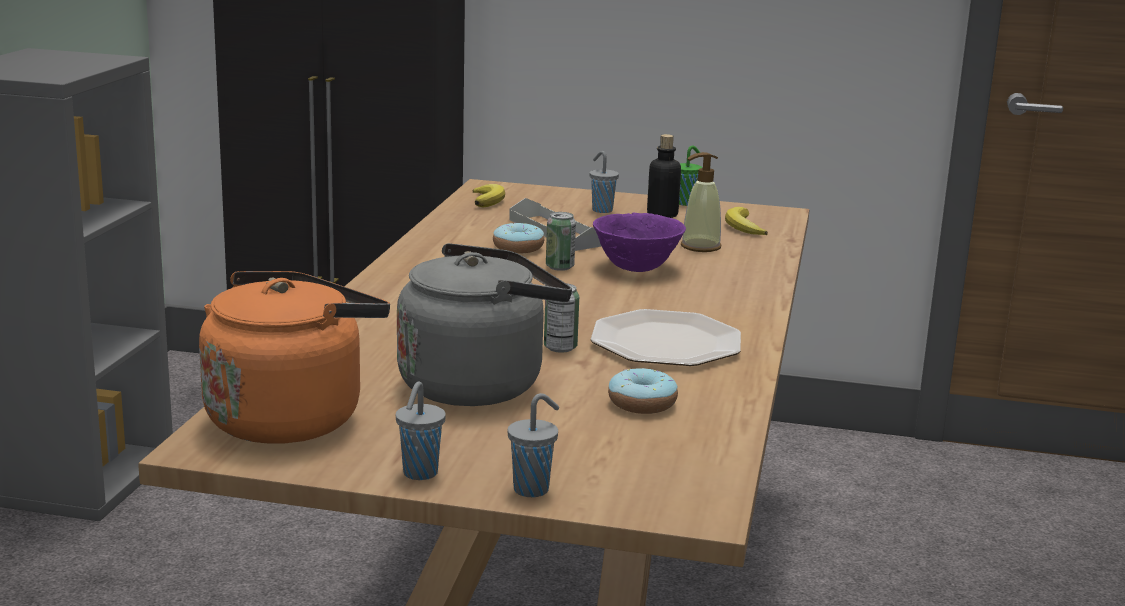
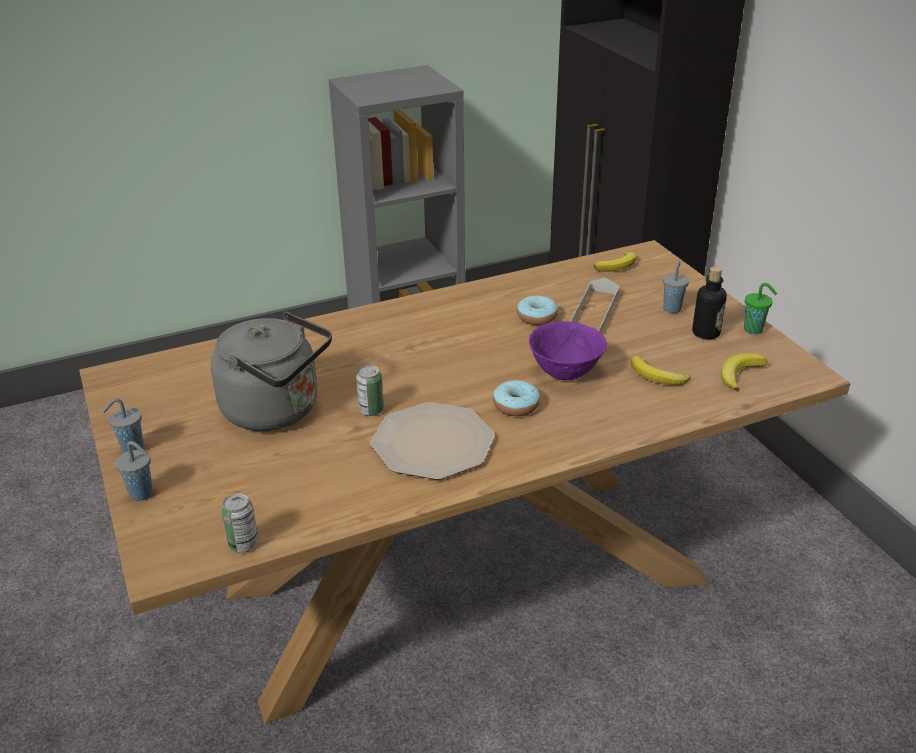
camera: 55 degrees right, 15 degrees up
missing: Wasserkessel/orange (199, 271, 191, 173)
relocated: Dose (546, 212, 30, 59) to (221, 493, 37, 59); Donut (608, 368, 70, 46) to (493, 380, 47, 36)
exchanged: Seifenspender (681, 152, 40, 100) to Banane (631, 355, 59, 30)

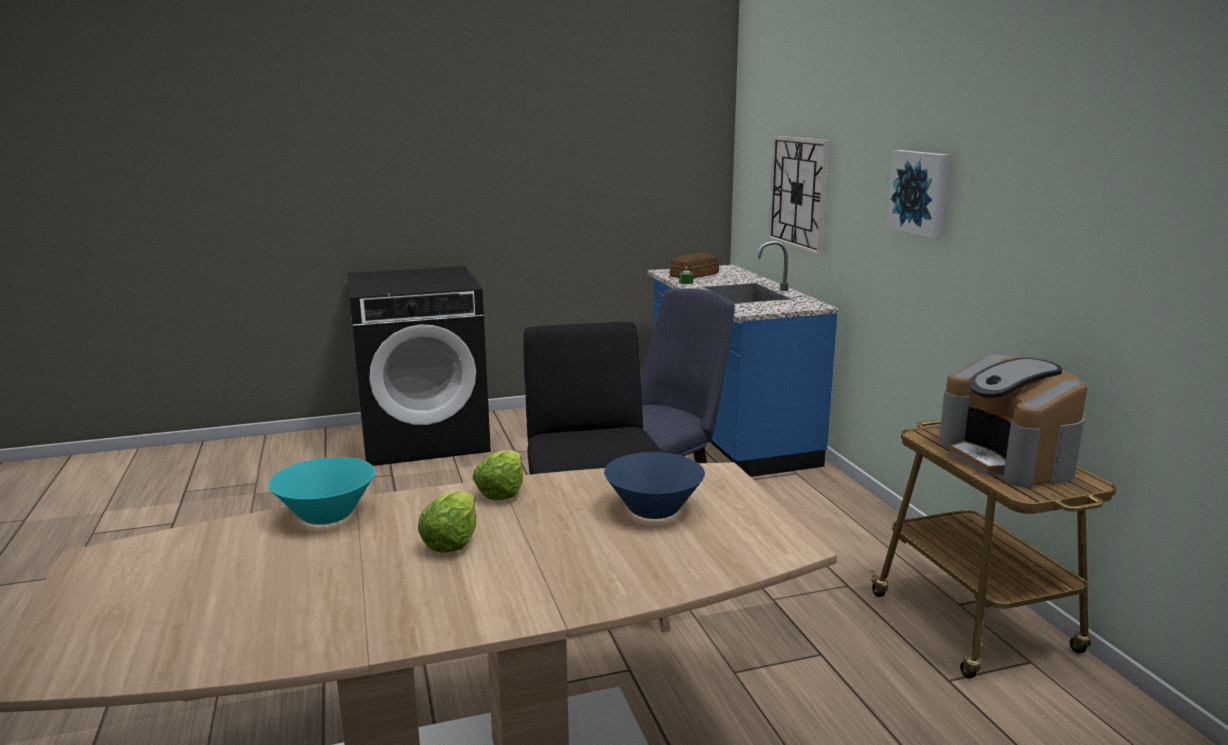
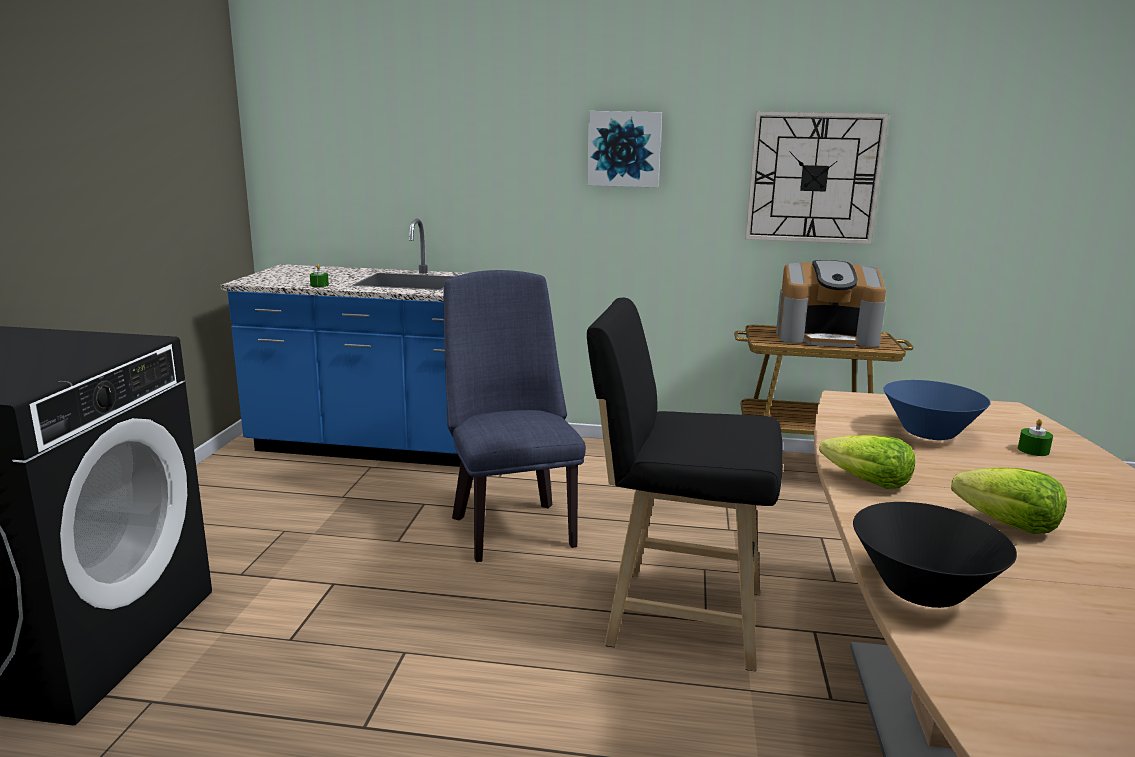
camera: 65 degrees left, 0 degrees up
missing: Brot (670, 252, 49, 27)
appeared: Kerze/grün (1018, 419, 35, 37)
relocated: Wanduhr (768, 136, 62, 120) to (745, 111, 144, 133)
colour: Schüssel/türkis (268, 457, 107, 68) to Schüssel/schwarz (853, 502, 164, 106)

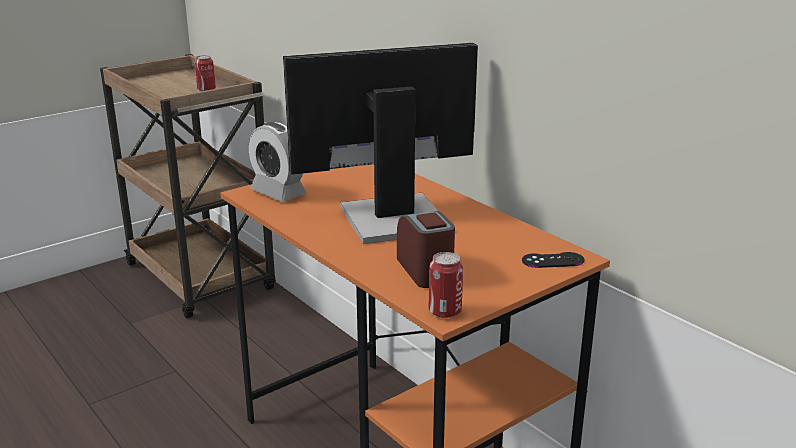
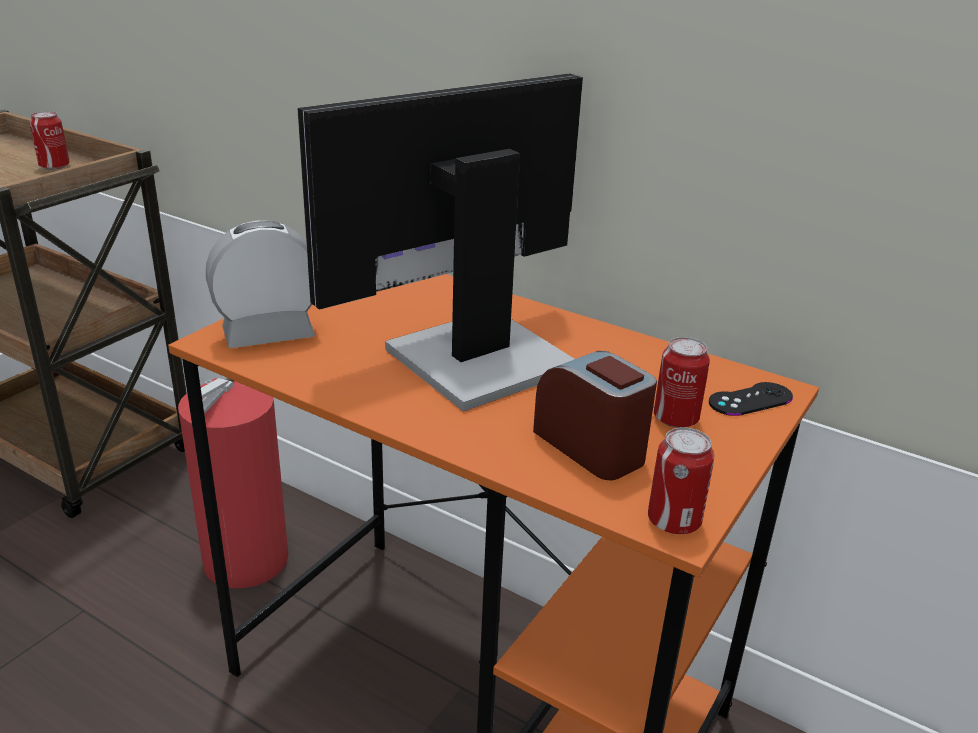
camera: 20 degrees left, 5 degrees up
appeared: Feuerlöscher (178, 378, 110, 210); Dose (654, 337, 56, 91)
spun: Wecker (249, 122, 58, 80) = (206, 221, 109, 127) 135 degrees clockwise

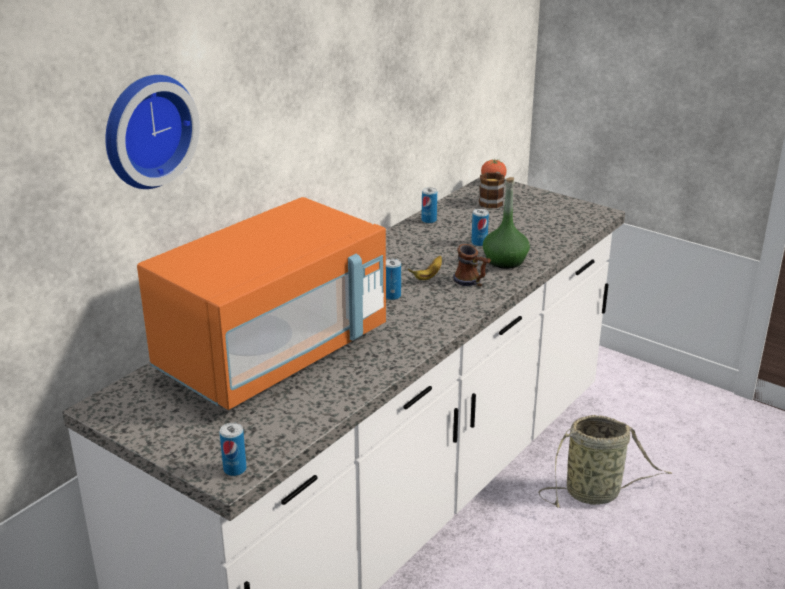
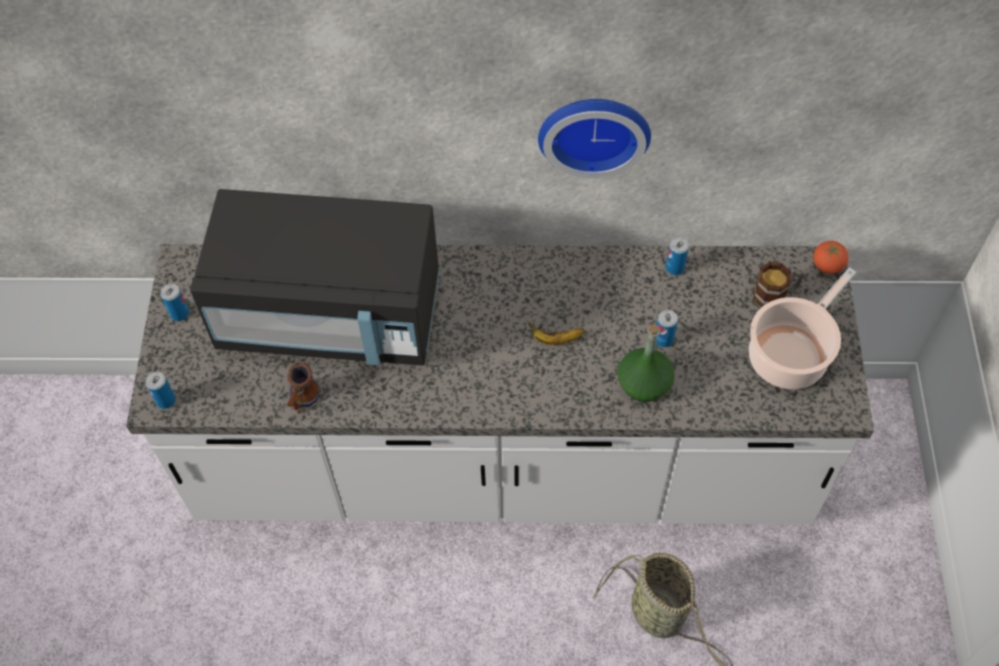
camera: 55 degrees right, 30 degrees up
appeared: Kochtopf (749, 267, 107, 122)
relocated: Dose (386, 259, 15, 41) to (160, 283, 29, 38); Henkelbecher (453, 244, 38, 42) to (287, 363, 34, 51); Wanduhr (105, 75, 95, 114) to (538, 99, 113, 79)
colour: Mikrowelle/orange (137, 197, 249, 213) to Mikrowelle/schwarz (190, 189, 250, 177)

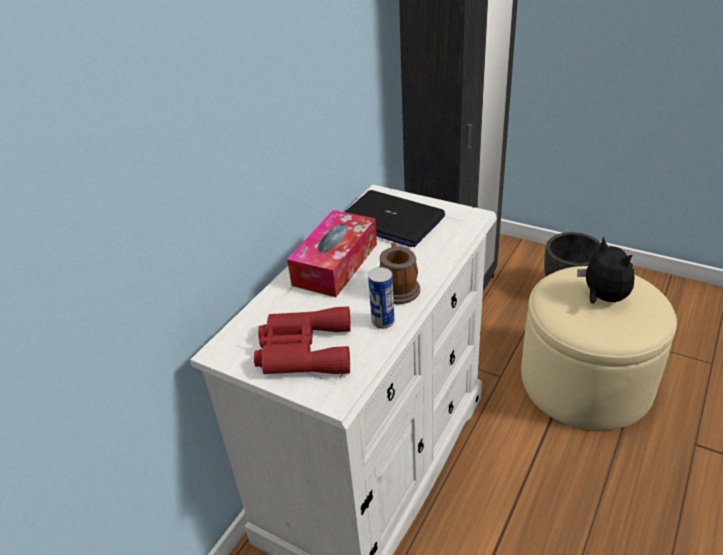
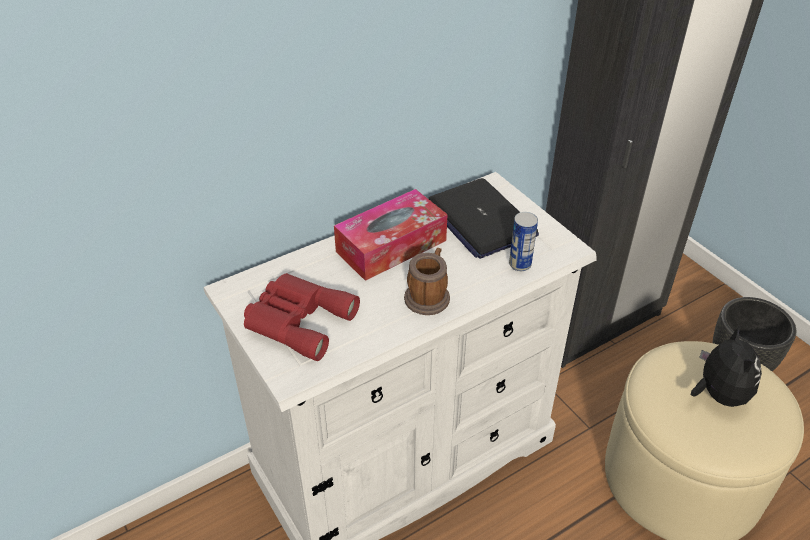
camera: 25 degrees right, 5 degrees up
relocated: Dose (368, 267, 26, 62) to (509, 212, 29, 59)

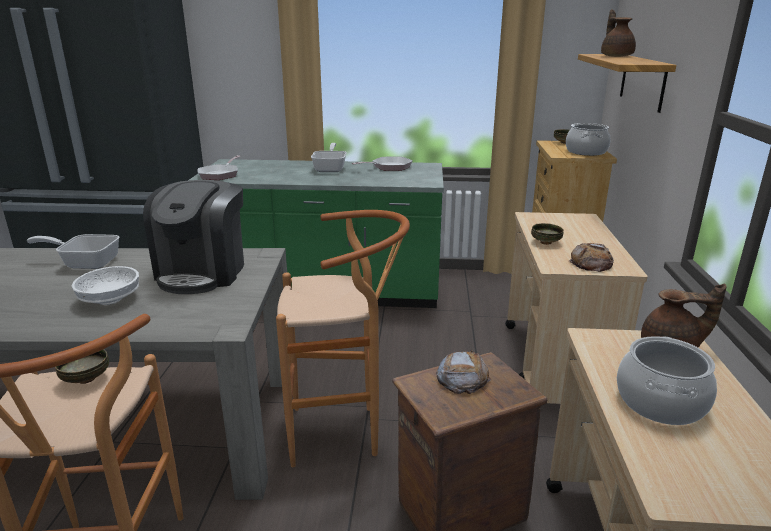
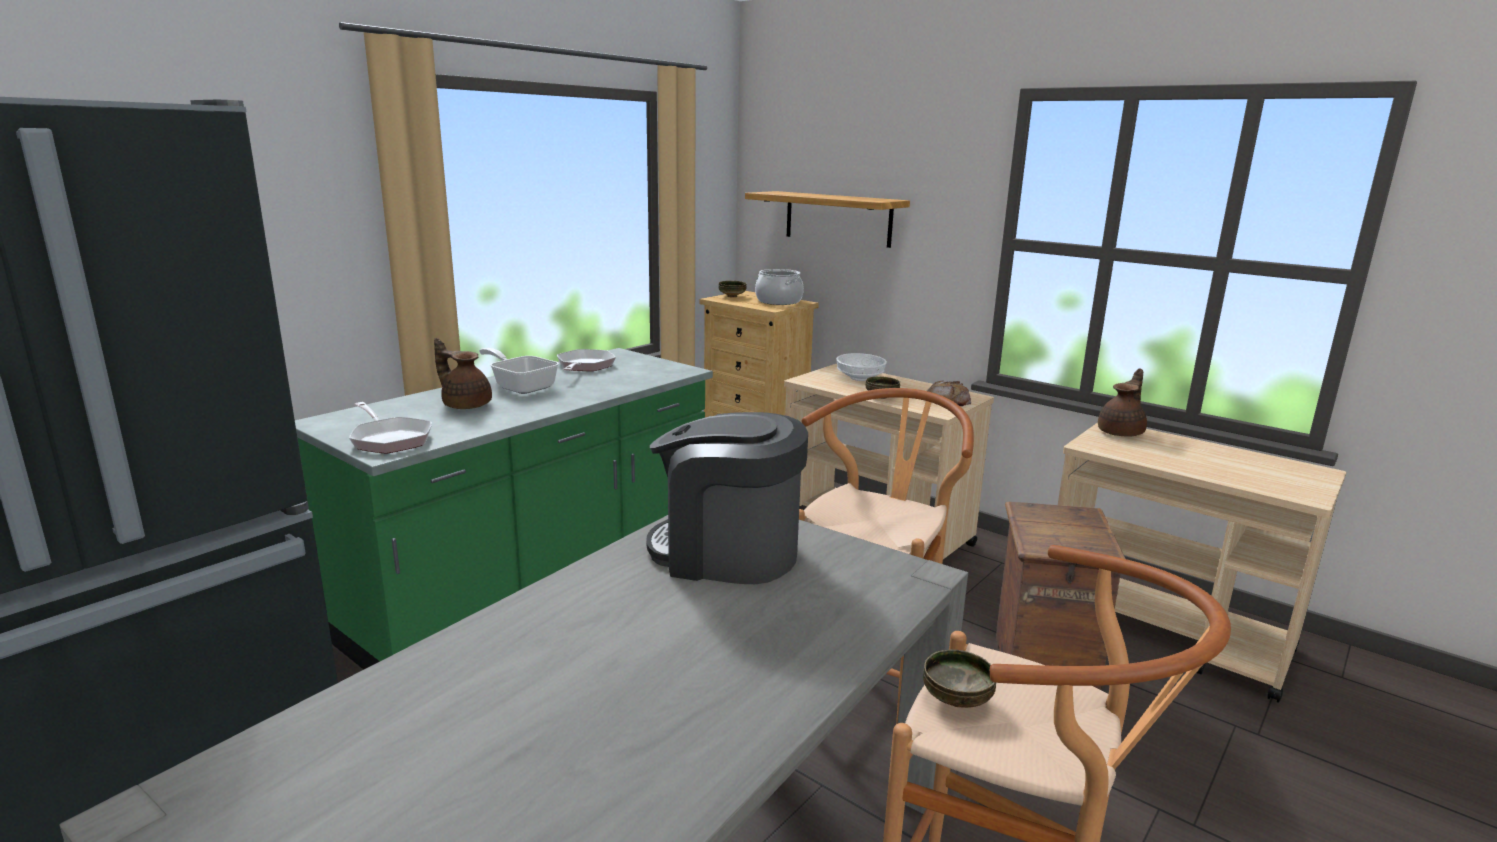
camera: 55 degrees left, 5 degrees down
missing: Pfanne (27, 234, 93, 35); Brot (436, 350, 55, 44); Kochtopf (617, 336, 100, 89)
relocated: Teekanne/braun (601, 9, 35, 48) to (434, 338, 58, 71); Schüssel/weiß (72, 266, 67, 39) to (836, 353, 51, 28)
spun: Kaffeemaschine (143, 180, 101, 114) = (646, 412, 162, 172) 150 degrees clockwise

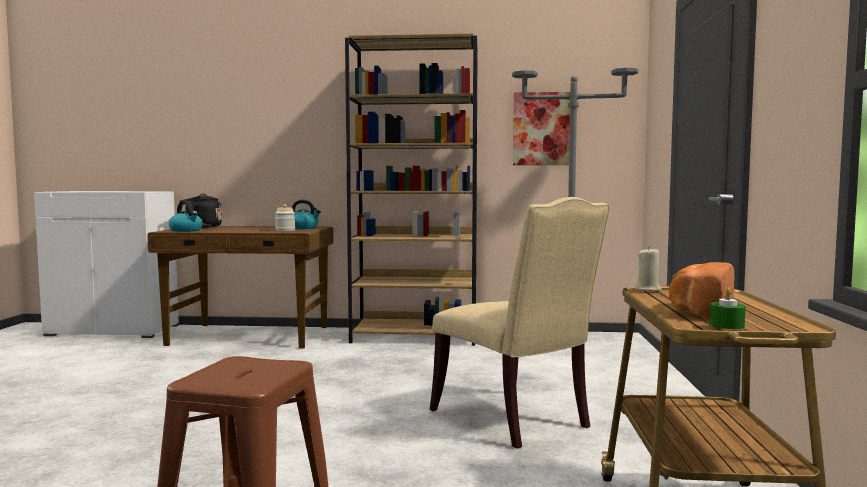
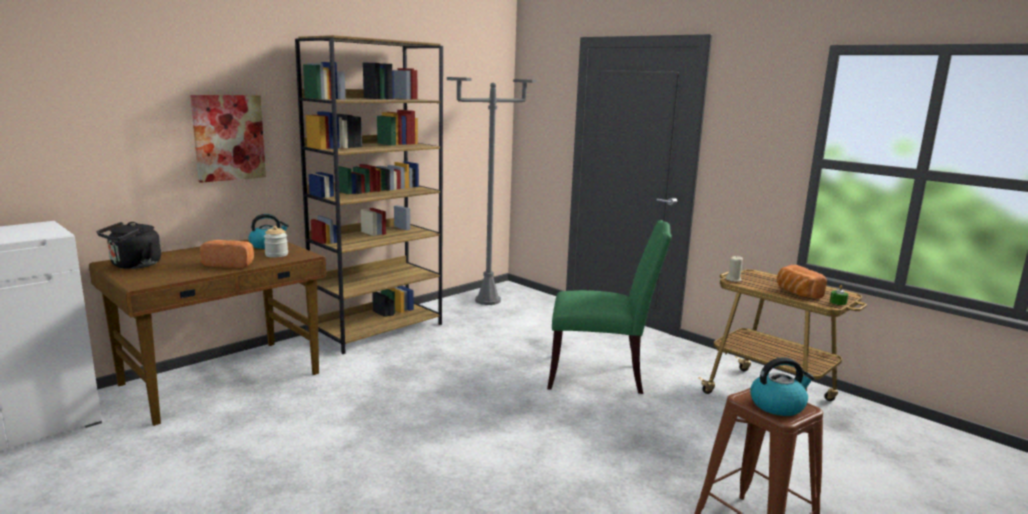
camera: 50 degrees left, 10 degrees up
appeared: Brot (200, 240, 54, 28)
relocated: Bild (513, 92, 57, 73) to (190, 95, 76, 88); Wasserkessel (169, 201, 34, 31) to (750, 357, 64, 59)
colour: Stuhl/beige (430, 197, 179, 252) to Stuhl/grün (547, 220, 125, 174)

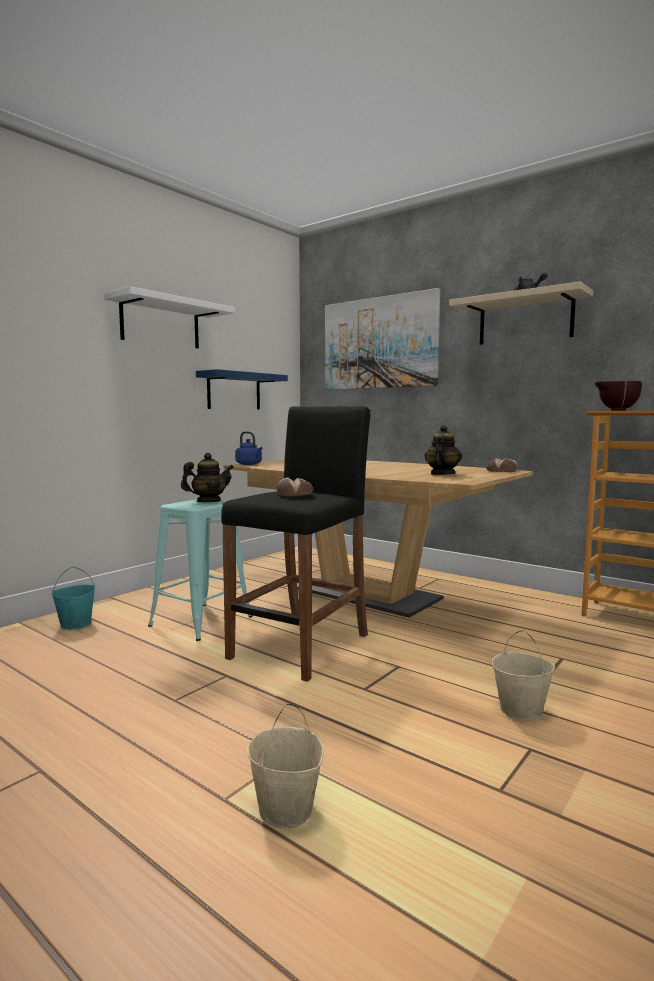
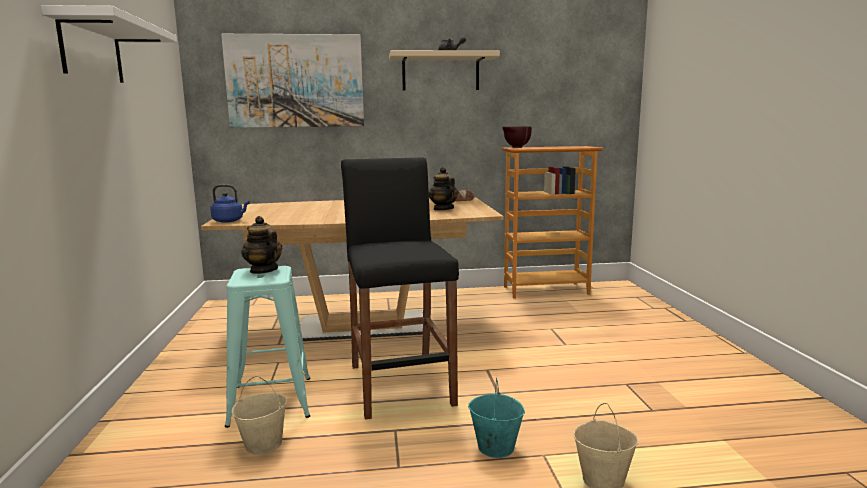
camera: 45 degrees left, 5 degrees up
missing: Wandregal/blau (196, 369, 92, 41); Brot (276, 477, 37, 19)
relocated: Eimer/beige (492, 630, 63, 91) to (232, 376, 55, 79); Eimer/türkis (52, 567, 44, 63) to (468, 377, 57, 81)
spun: Teekanne (181, 453, 53, 49) = (241, 216, 41, 58) 60 degrees counterclockwise

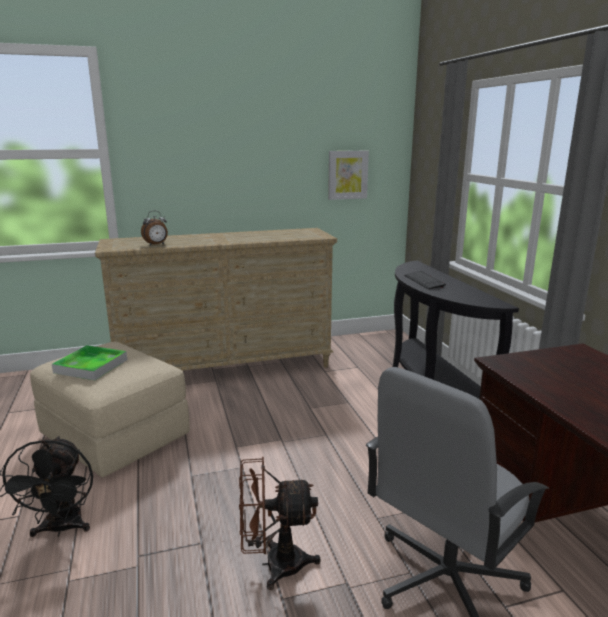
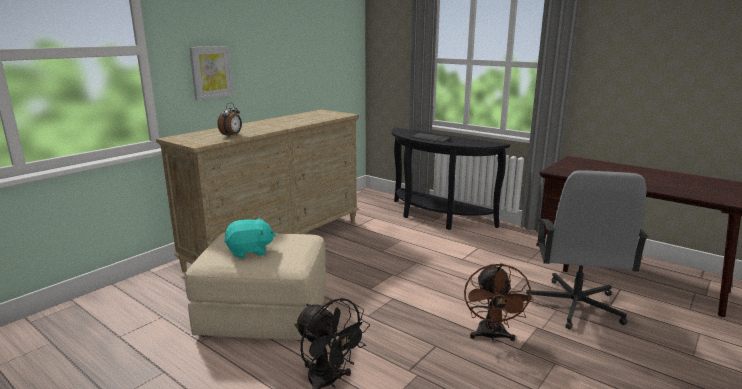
camera: 35 degrees left, 0 degrees up
relocated: Bild (328, 151, 41, 49) to (189, 46, 45, 54)
exchanged: Tablett (52, 345, 75, 35) to Plüschtier/türkis (224, 217, 52, 41)
spun: Ventilator/braun (239, 457, 82, 133) = (464, 263, 69, 79) 45 degrees counterclockwise

